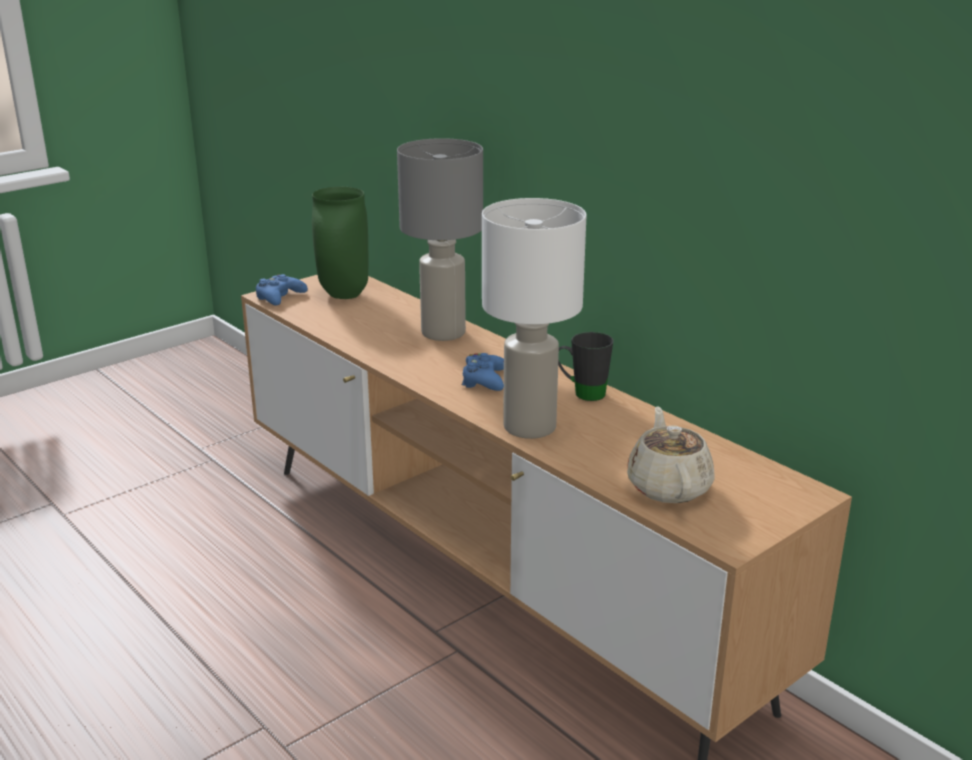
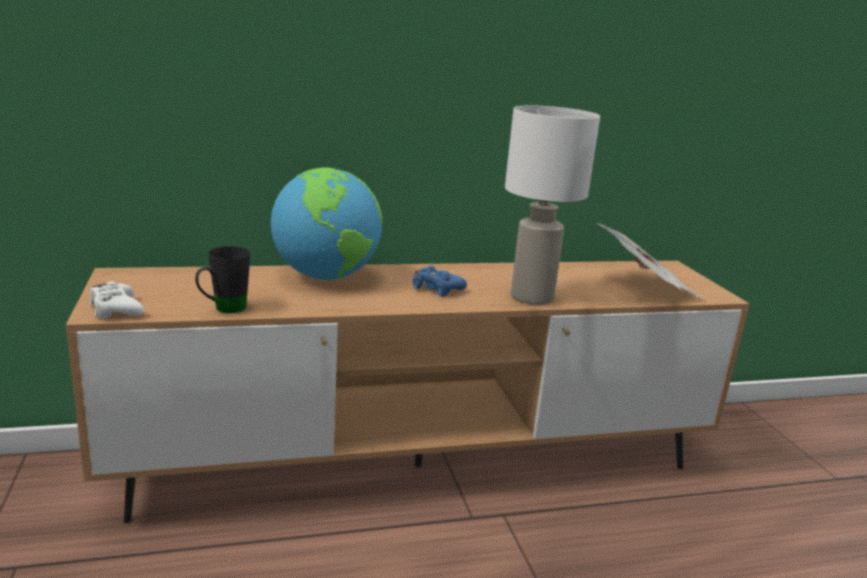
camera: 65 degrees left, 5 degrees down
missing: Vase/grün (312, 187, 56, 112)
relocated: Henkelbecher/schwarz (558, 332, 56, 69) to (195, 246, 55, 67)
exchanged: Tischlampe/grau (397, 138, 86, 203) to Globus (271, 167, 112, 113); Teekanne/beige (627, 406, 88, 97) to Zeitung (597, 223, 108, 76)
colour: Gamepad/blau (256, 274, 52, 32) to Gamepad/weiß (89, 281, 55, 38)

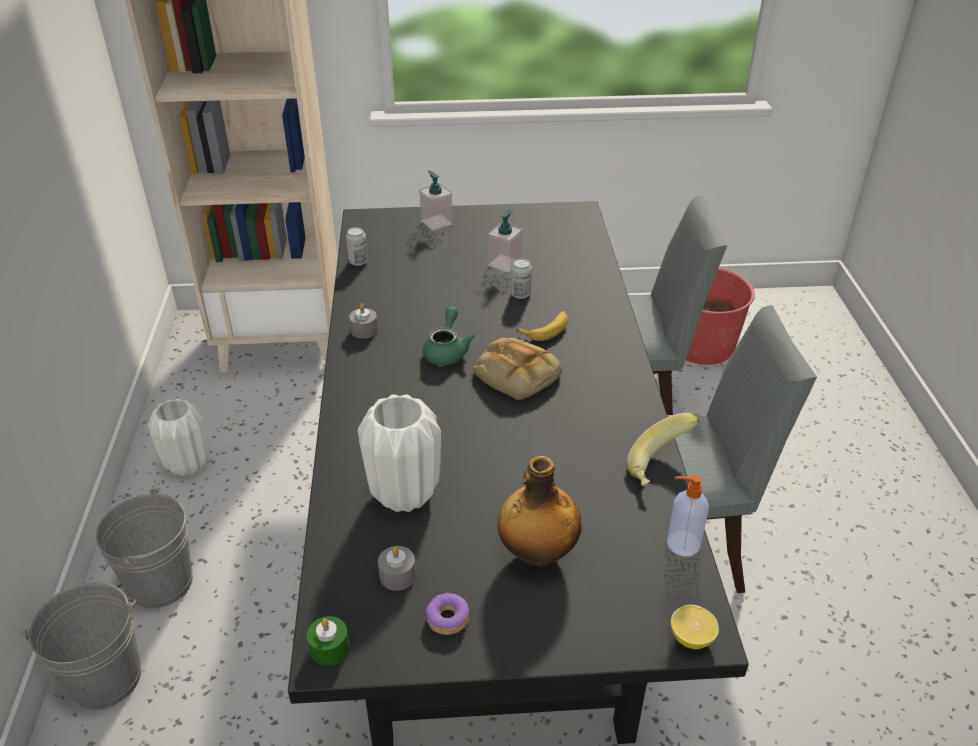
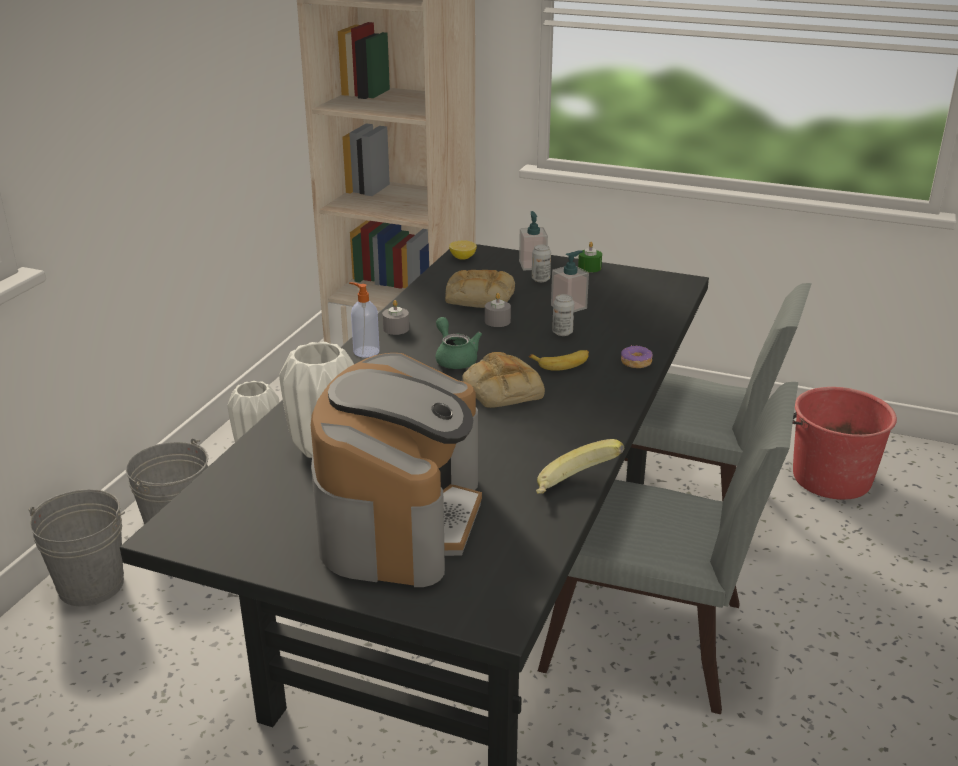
camera: 25 degrees right, 10 degrees down
appeared: Brot (445, 270, 70, 38)
relocated: Seifenspender (667, 475, 42, 81) to (349, 282, 31, 76); Zitrone (671, 605, 48, 44) to (449, 241, 28, 19); Kerze/grau (378, 546, 38, 45) to (485, 293, 26, 34); Dose (346, 227, 22, 39) to (532, 245, 19, 37); Kerze/grün (307, 616, 43, 50) to (578, 242, 24, 31); Donut (426, 592, 43, 43) to (621, 345, 32, 23)
exchanged: Flasche (497, 456, 85, 111) to Kaffeemaschine (311, 353, 171, 234)
spun: Teekanne/grün (423, 306, 52, 60) = (435, 317, 47, 52) 60 degrees counterclockwise

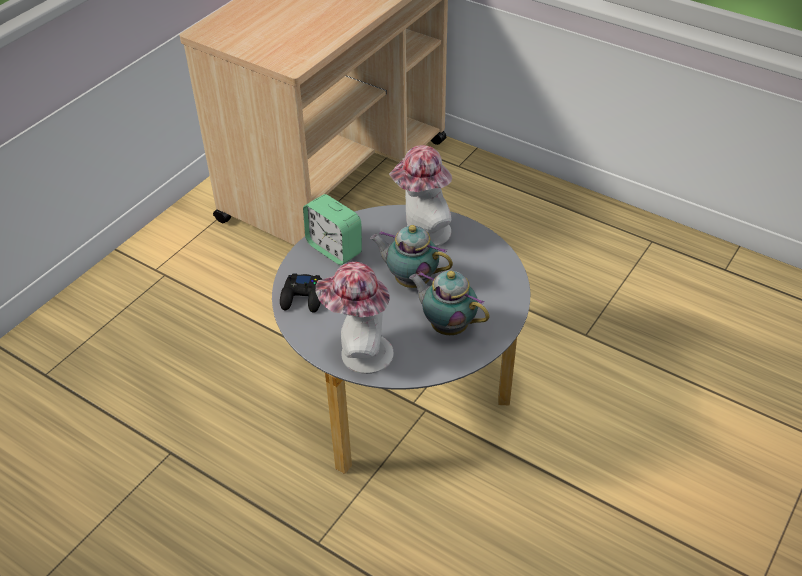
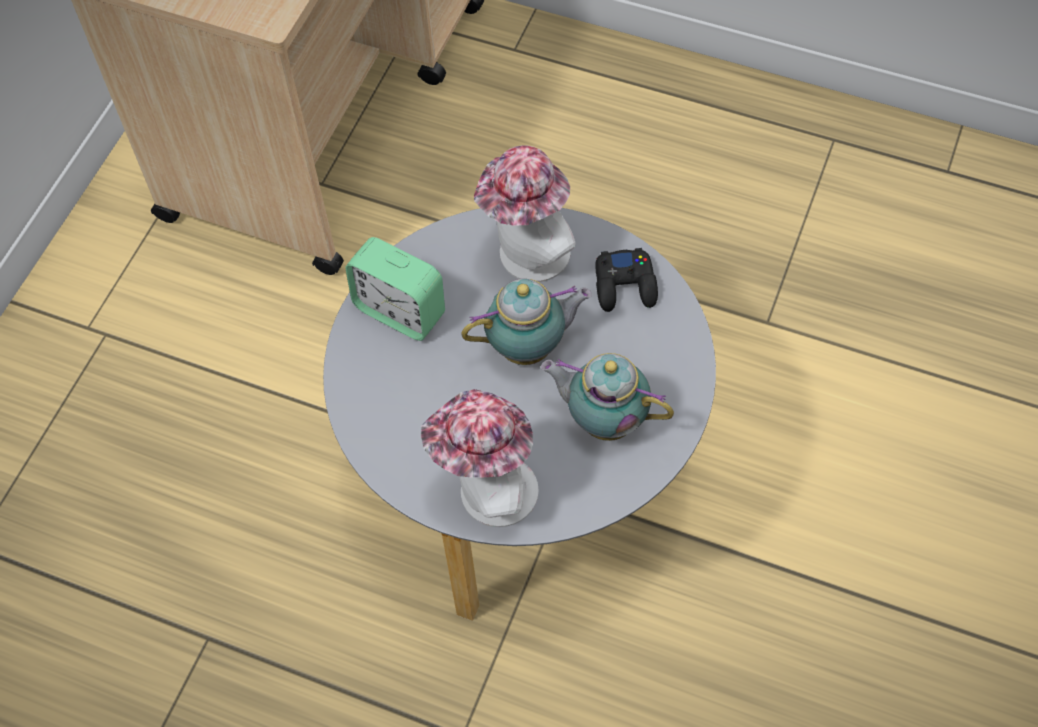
camera: 10 degrees left, 15 degrees up
relocated: Gamepad/schwarz (280, 273, 42, 40) to (595, 248, 63, 64)
spun: Teekanne (370, 225, 83, 63) = (462, 279, 130, 86) 150 degrees clockwise

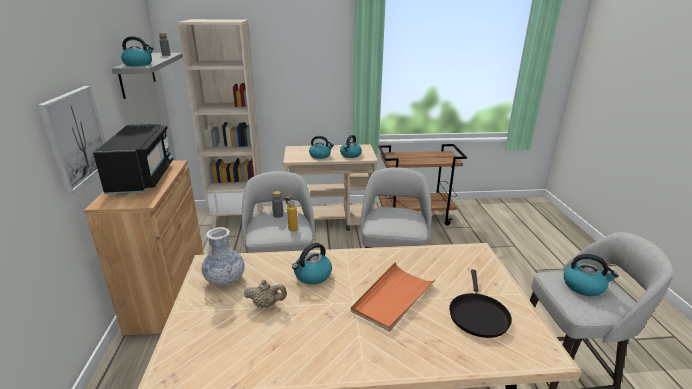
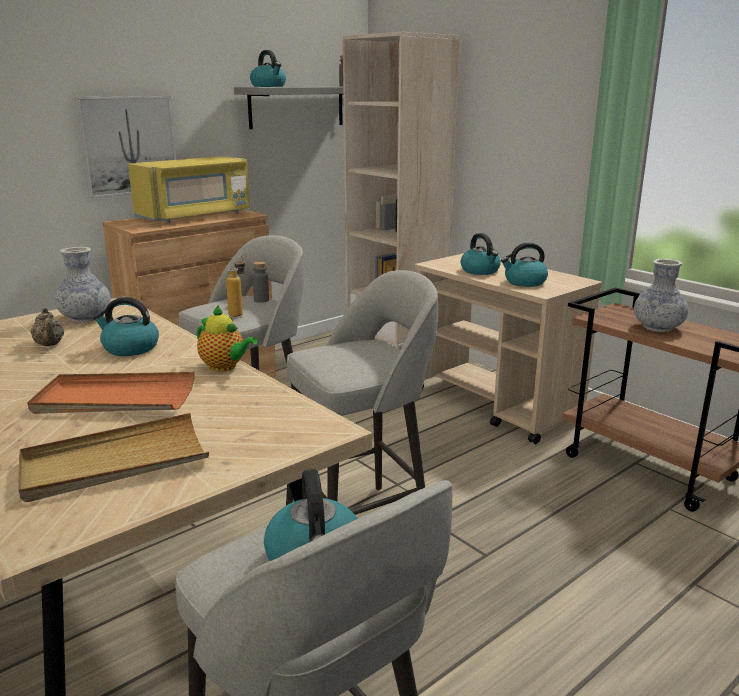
camera: 55 degrees right, 5 degrees down
appeared: Teekanne (197, 305, 61, 66); Vase (634, 259, 54, 73)
exchanged: Pfanne/schwarz (449, 270, 63, 68) to Tablett/beige (18, 413, 191, 89)
colour: Mikrowelle/schwarz (93, 124, 80, 70) to Mikrowelle/gelb (128, 156, 122, 67)

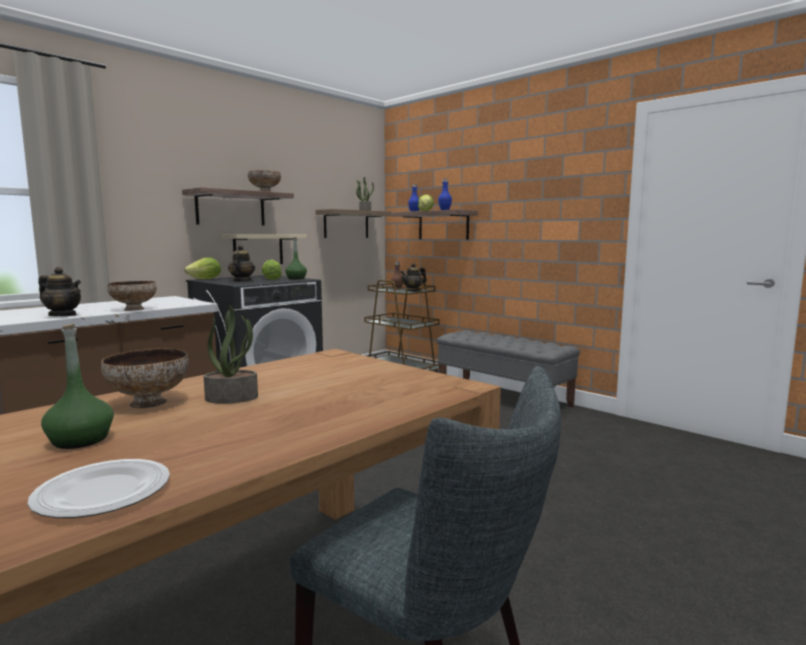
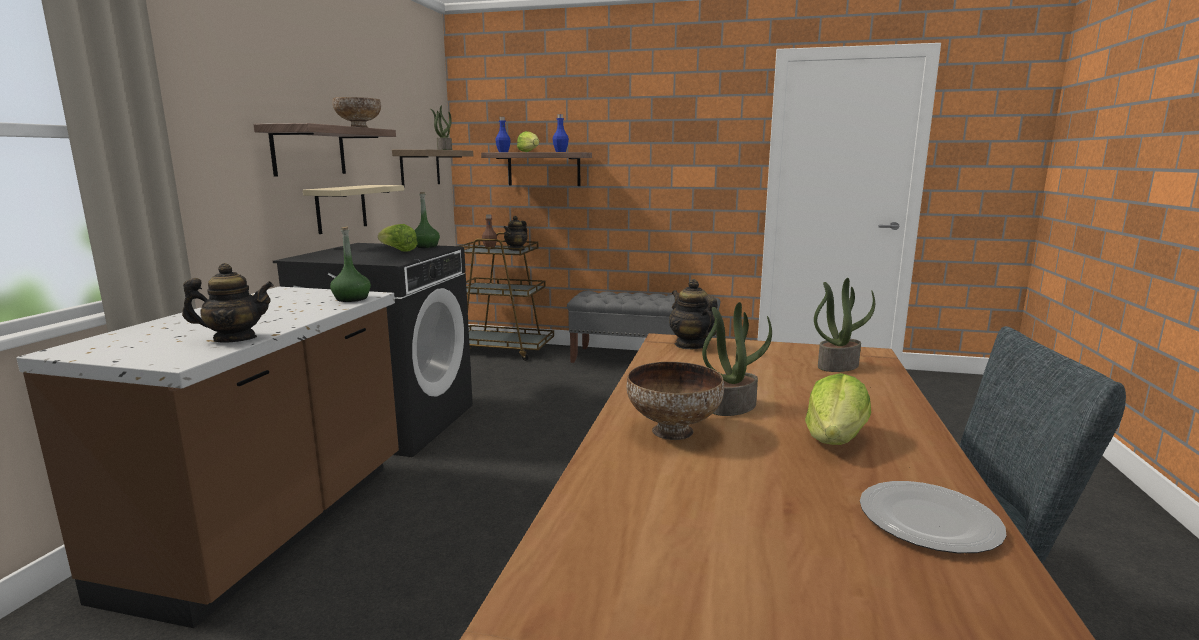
camera: 30 degrees left, 5 degrees up
missing: Schüssel (107, 281, 50, 30)
appeared: Topfpflanze (814, 278, 61, 94)
relocated: Flasche/grün (41, 324, 73, 125) to (330, 227, 41, 75); Teekanne (228, 245, 27, 37) to (669, 279, 49, 70); Salatkopf (184, 257, 37, 22) to (805, 373, 66, 72)

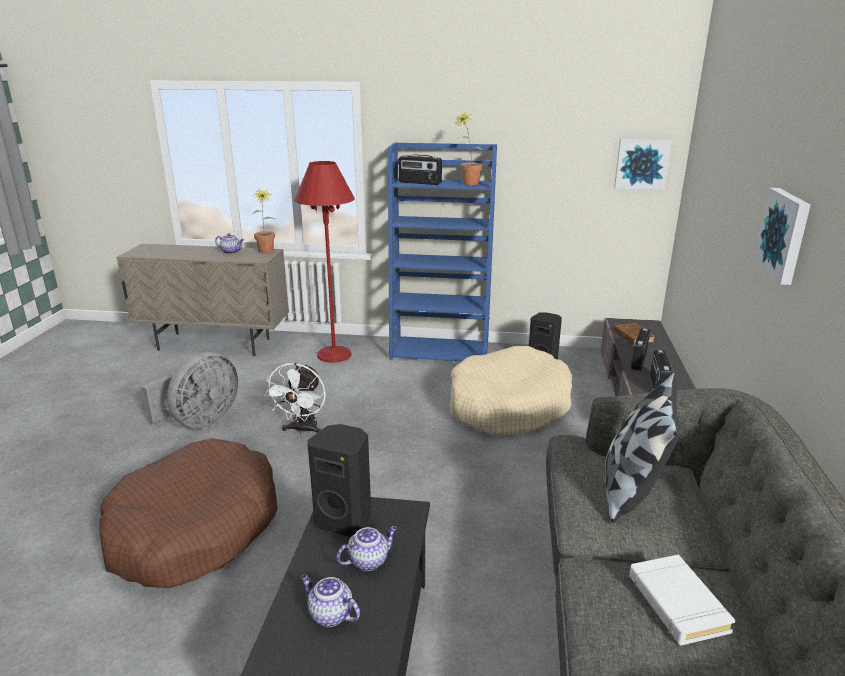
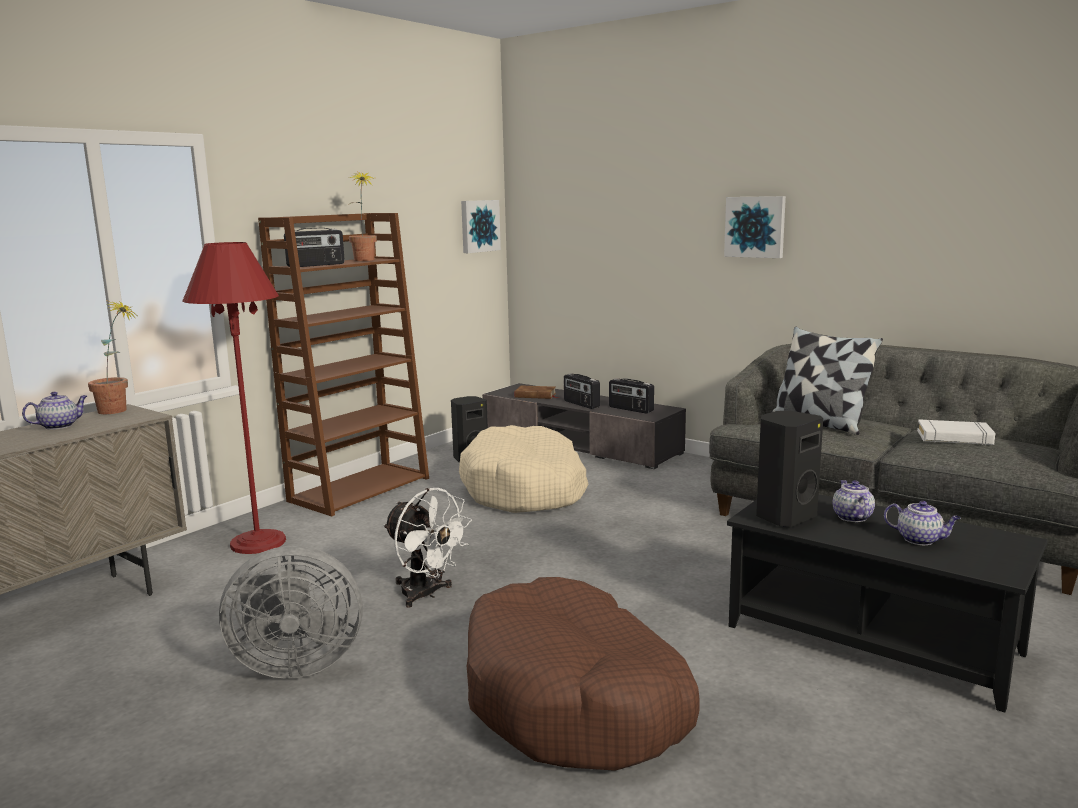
camera: 60 degrees left, 10 degrees down
colour: Bücherregal/blau (388, 142, 109, 220) to Bücherregal/braun (258, 213, 171, 304)
spun: Ventilator/grau (141, 352, 98, 77) = (219, 546, 144, 133) 105 degrees clockwise; Teekanne (301, 575, 59, 52) = (884, 501, 77, 44) 120 degrees counterclockwise

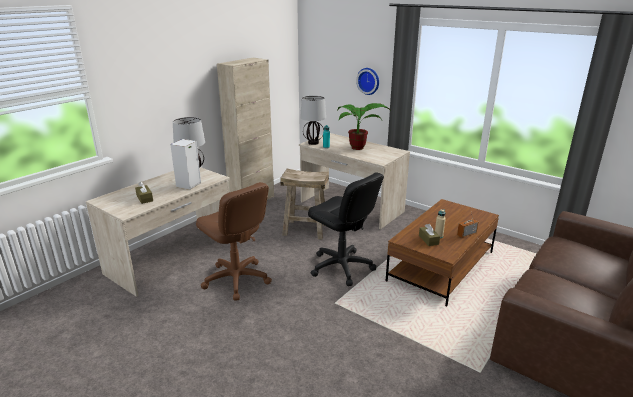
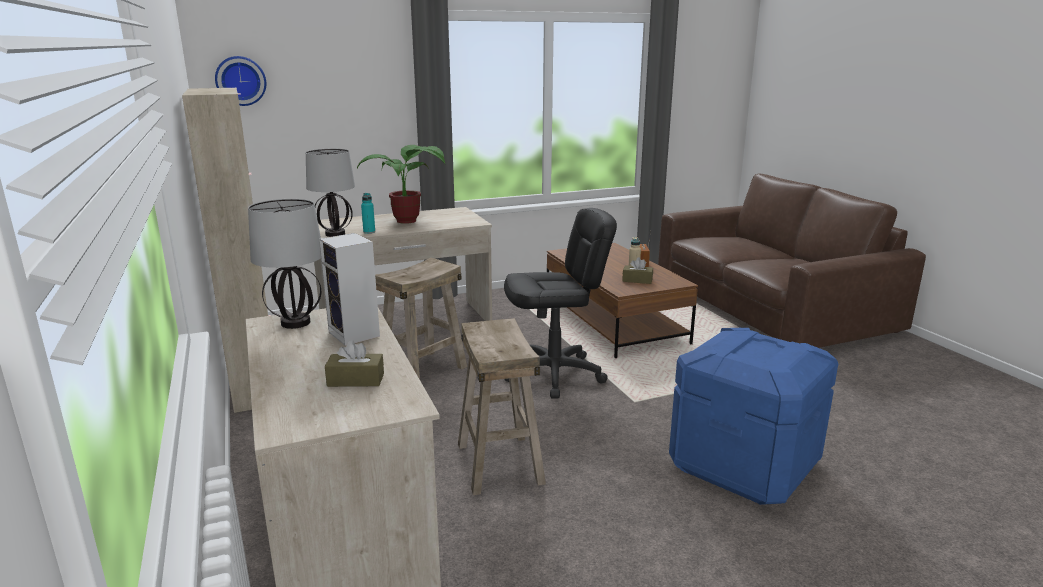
camera: 60 degrees left, 5 degrees down
appeared: Aufbewahrungsbox/blau (669, 328, 169, 177)
relocated: Wanduhr (356, 68, 23, 27) to (215, 56, 51, 50)
exchanged: Bürostuhl/braun (196, 182, 76, 119) to Hocker/beige (458, 318, 88, 177)

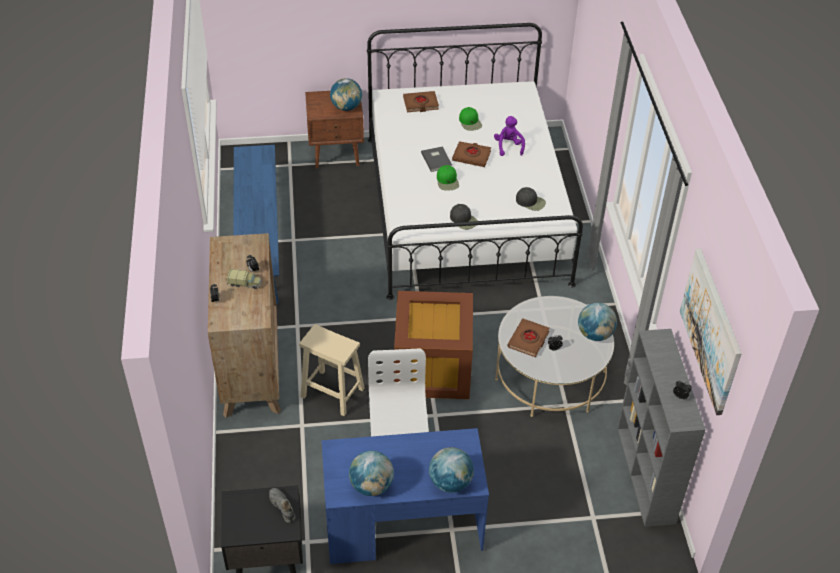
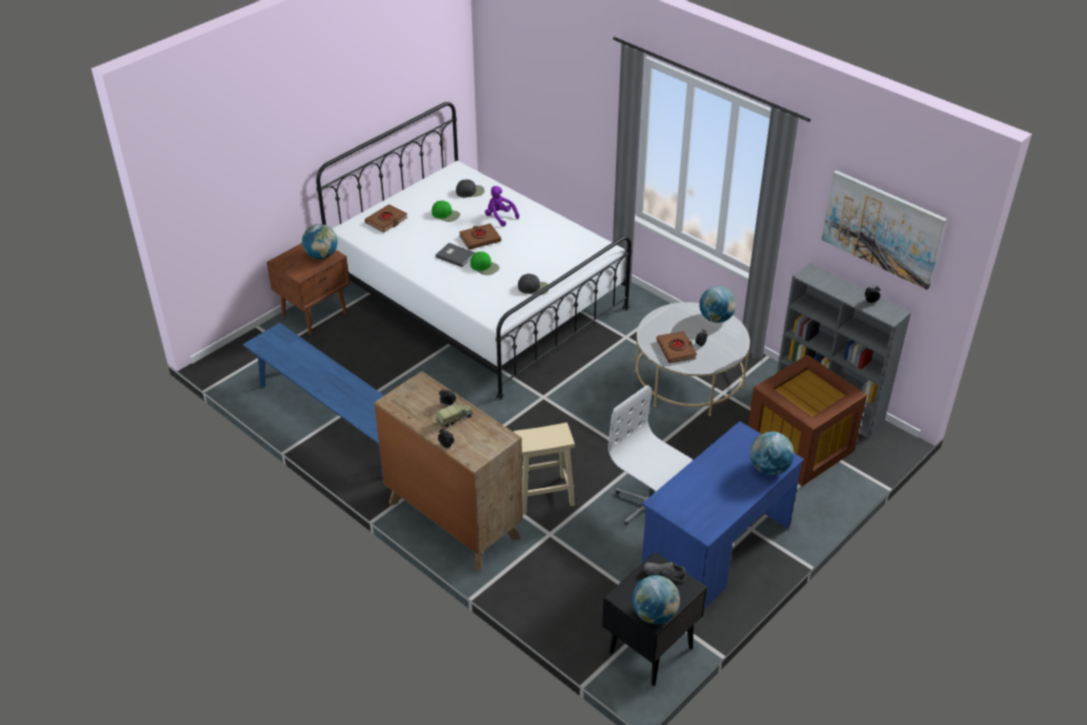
camera: 40 degrees left, 5 degrees down
relocated: Kappe/schwarz (516, 187, 30, 24) to (456, 180, 29, 17); Globus (349, 451, 45, 45) to (632, 575, 48, 49); Aufbewahrungsbox/braun (394, 291, 79, 108) to (748, 355, 119, 131)

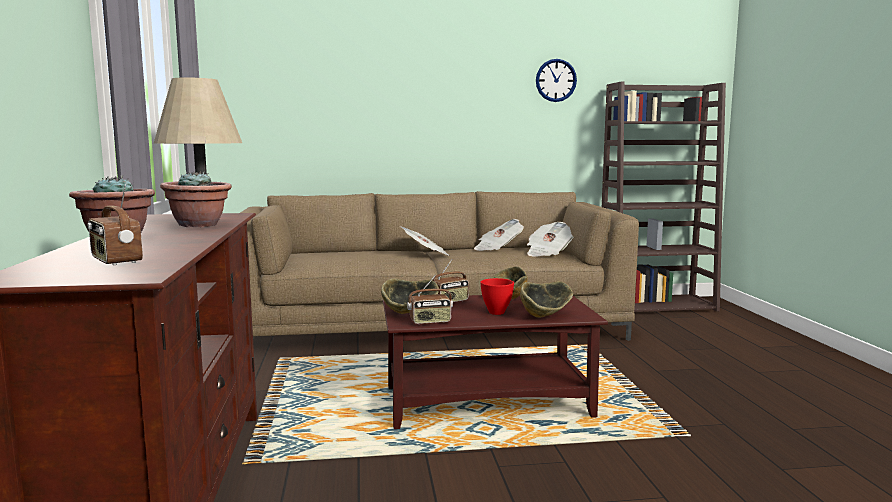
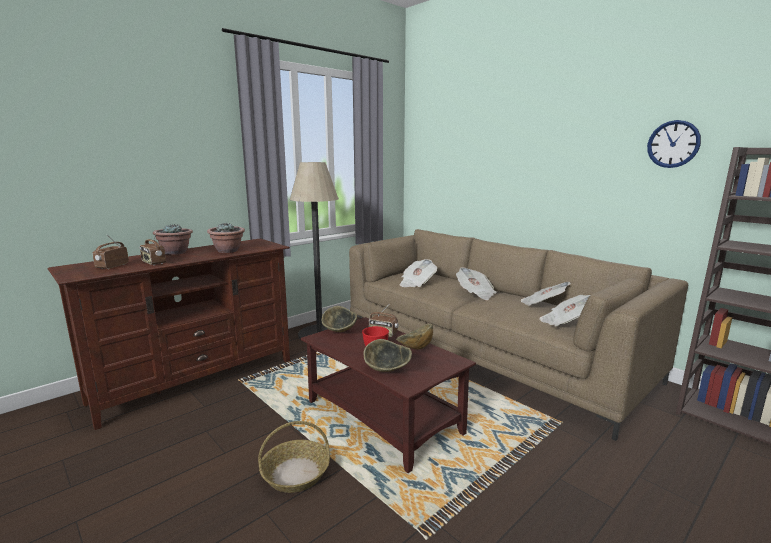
camera: 55 degrees right, 5 degrees up
appeared: Korb (258, 421, 72, 72); Zeitung (400, 259, 37, 28)
relocated: Radio (407, 274, 46, 50) to (140, 233, 26, 32)

